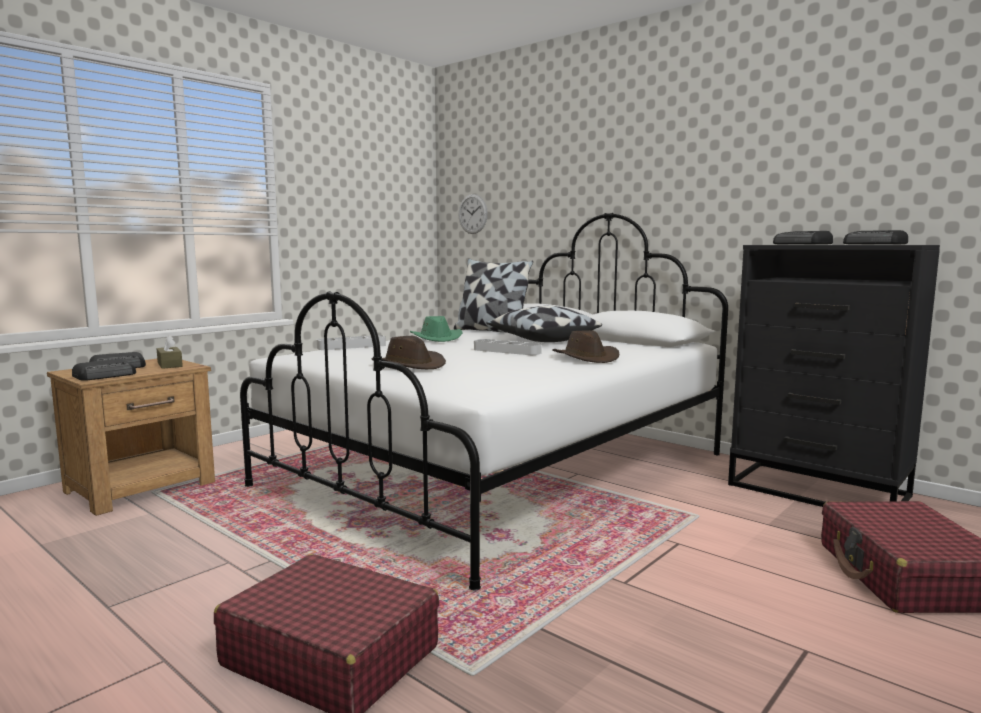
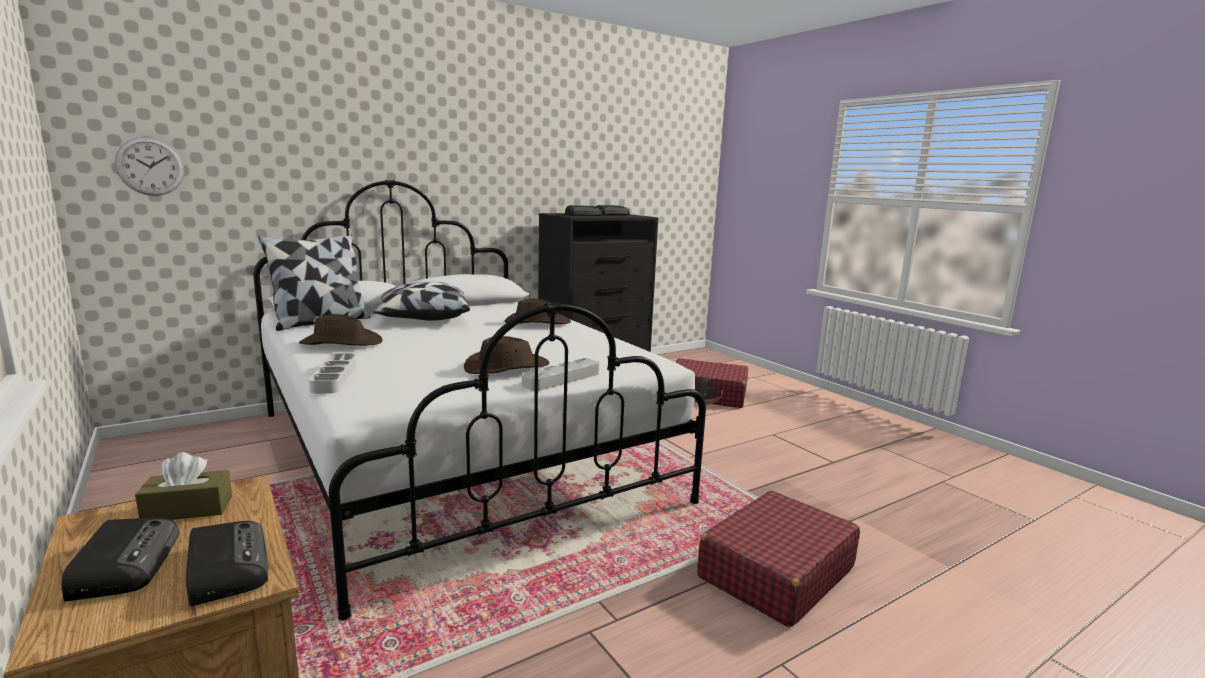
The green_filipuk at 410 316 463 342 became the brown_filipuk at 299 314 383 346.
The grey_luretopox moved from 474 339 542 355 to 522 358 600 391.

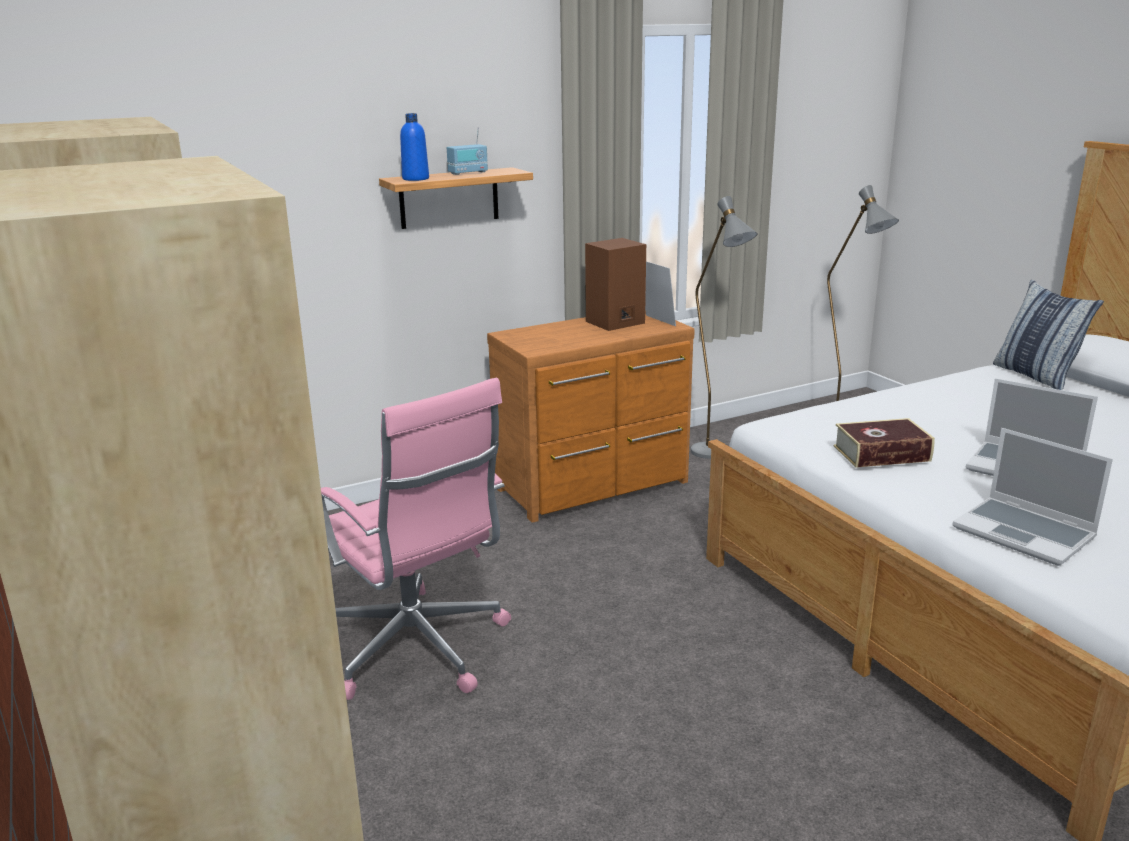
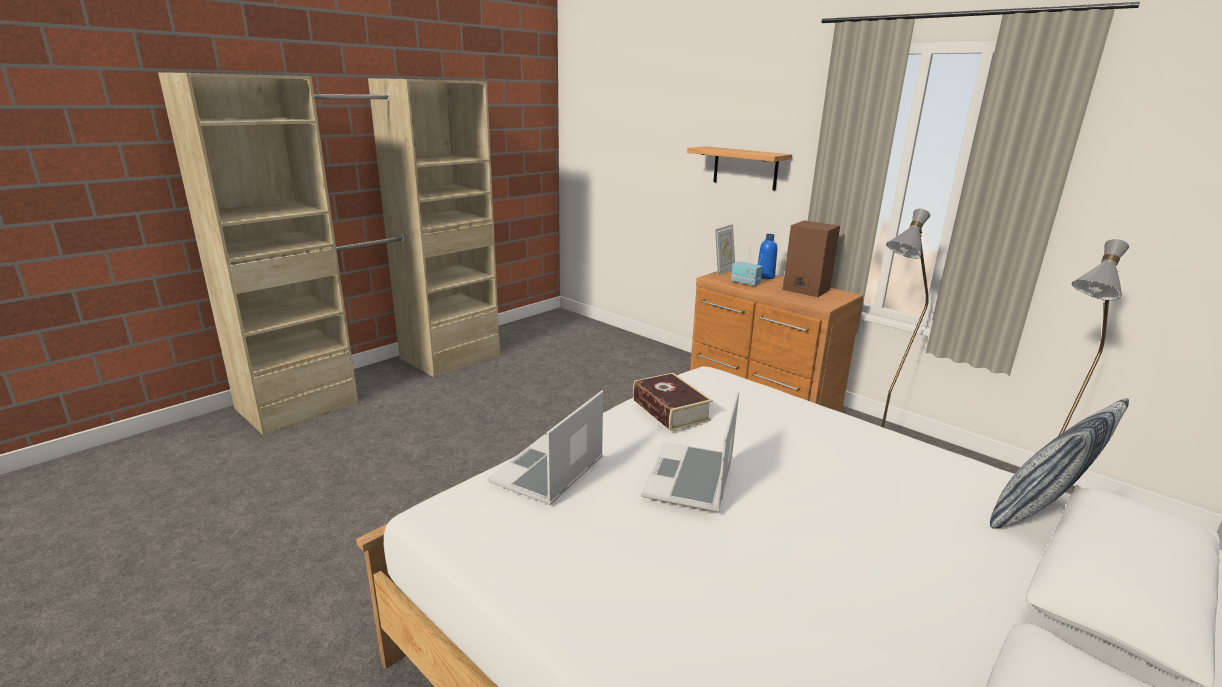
The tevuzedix moved from 645 261 676 326 to 715 224 735 276.
The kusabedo moved from 447 127 488 175 to 731 255 763 286.
The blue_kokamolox moved from 400 113 429 181 to 758 234 777 279.
The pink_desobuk at 321 378 511 700 disappeared.

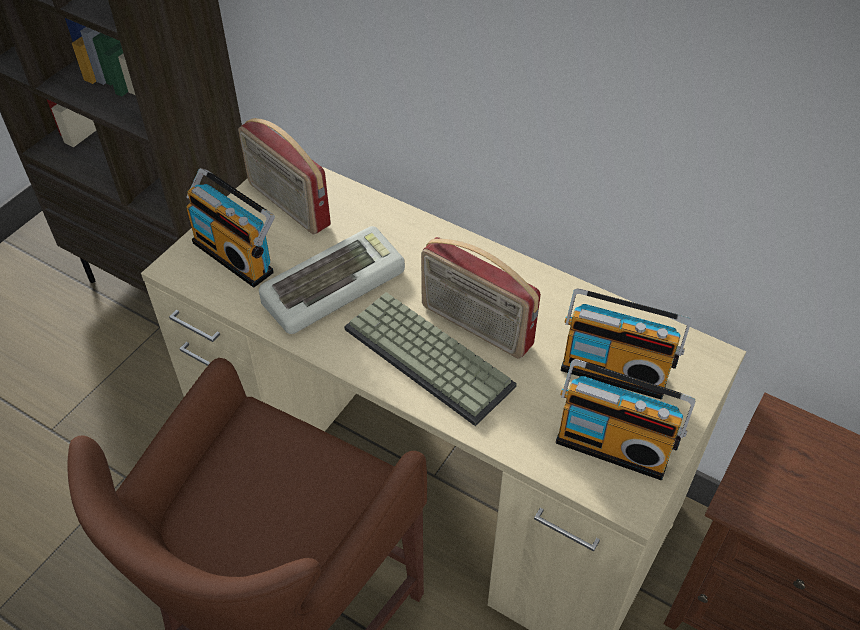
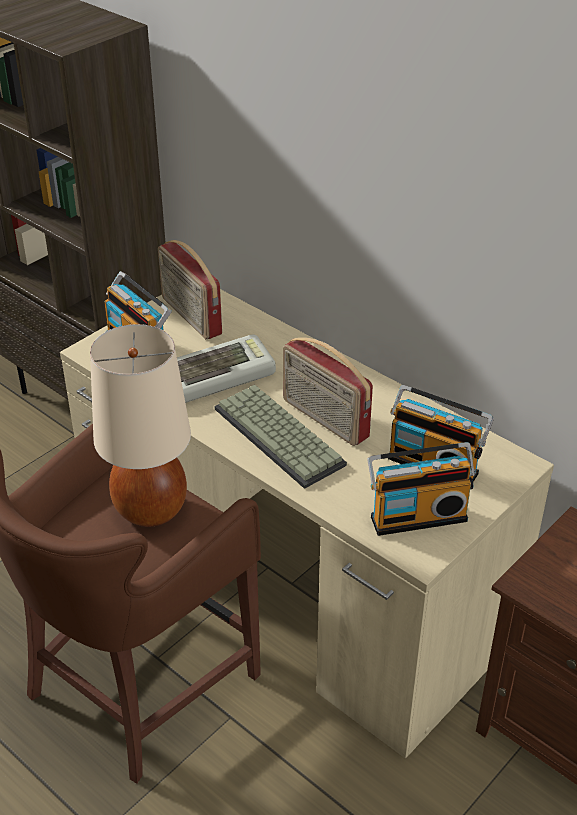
The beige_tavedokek at 90 324 191 527 appeared.
The kusabedo at 556 359 695 480 turned 45 degrees counterclockwise.

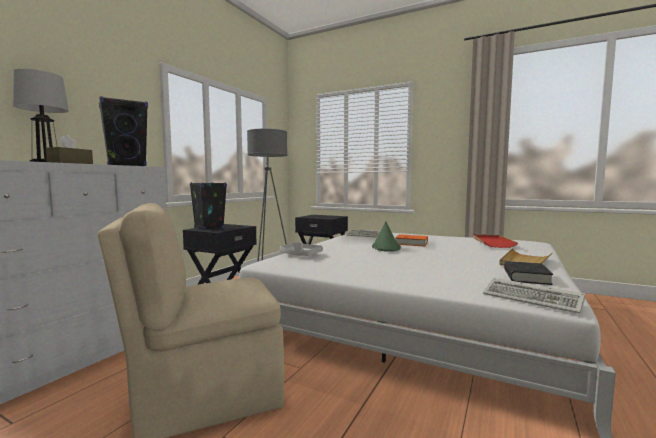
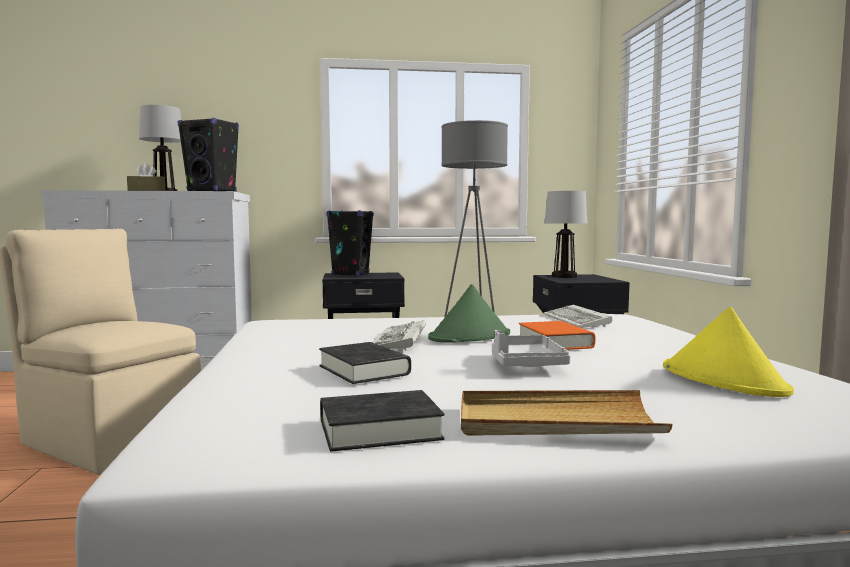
The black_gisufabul at 319 342 411 384 appeared.
The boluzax moved from 483 278 585 314 to 373 320 426 351.
The grey_luretopox moved from 279 242 323 256 to 492 330 571 367.
The tavedokek at 544 191 587 278 appeared.
The red_luretopox at 473 234 518 248 was replaced by the yellow_filipuk at 663 307 794 397.

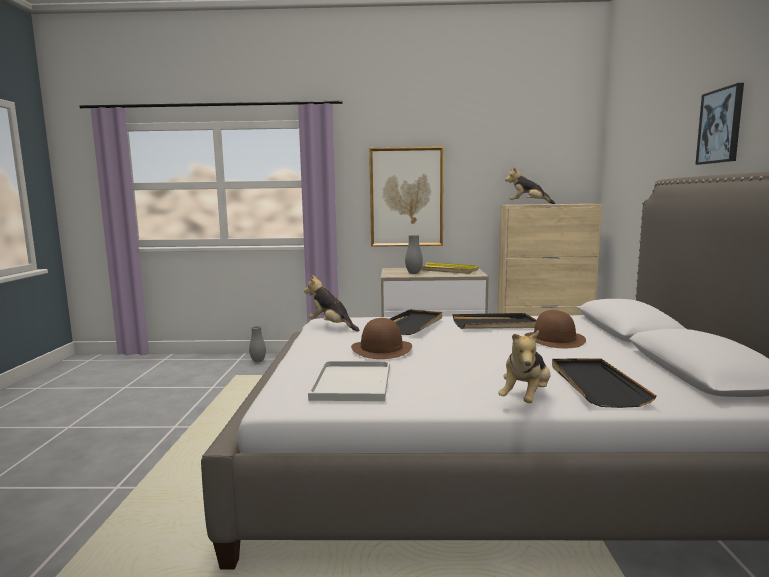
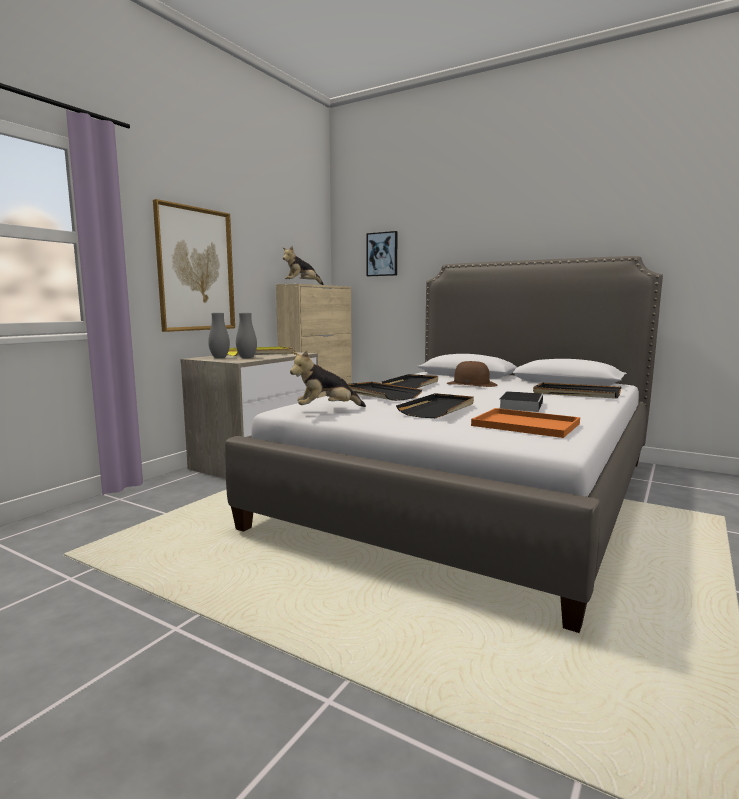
The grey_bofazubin moved from 249 326 266 362 to 208 313 230 358.
The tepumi moved from 695 83 744 165 to 367 231 398 276.
The brown_filipuk at 351 318 412 359 was replaced by the black_luretopox at 396 393 474 418.
The white_luretopox at 308 361 390 401 became the orange_luretopox at 471 408 580 438.
The gisufabul at 499 391 543 412 appeared.
The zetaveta at 498 330 550 403 disappeared.

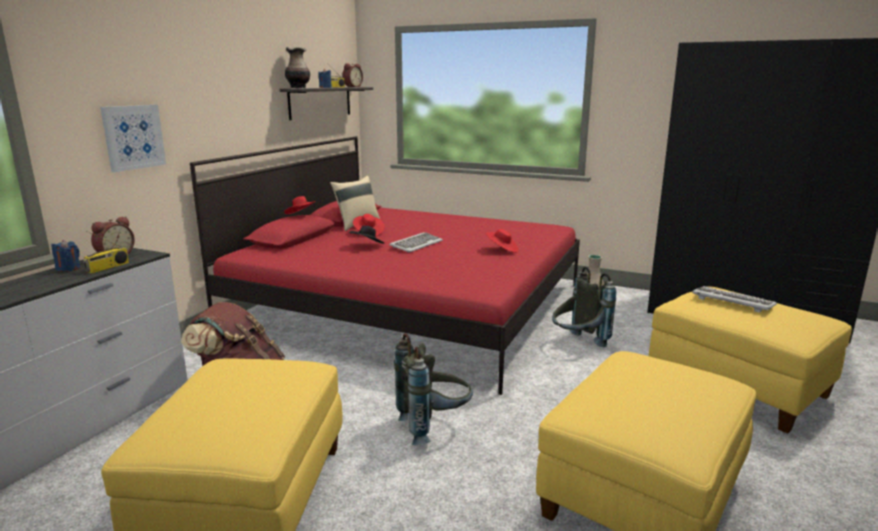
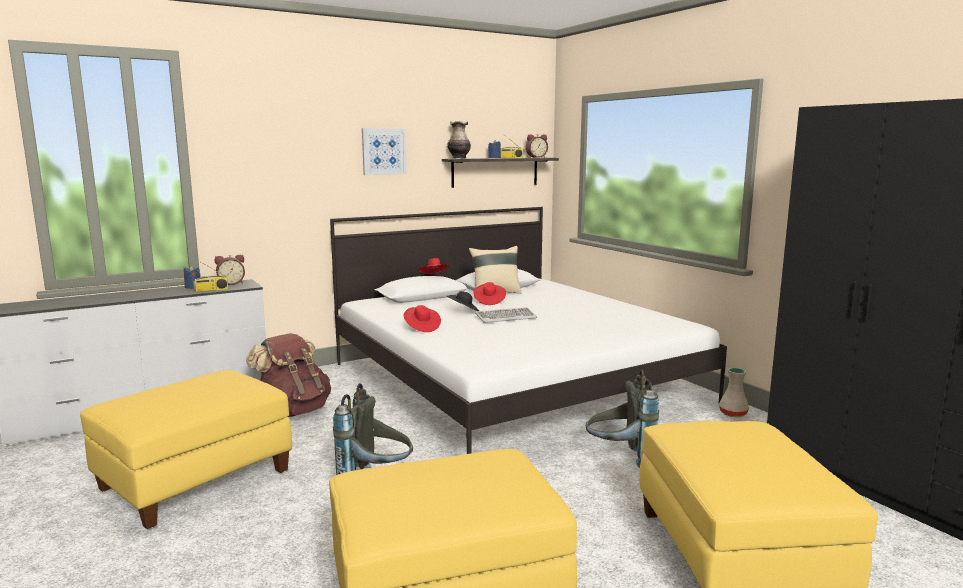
The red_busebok at 190 136 580 395 became the white_busebok at 330 207 727 454.
The tepumi moved from 100 105 166 172 to 362 128 407 175.
The red_filipuk moved from 485 229 519 253 to 404 305 441 332.
The boluzax at 692 286 777 313 disappeared.

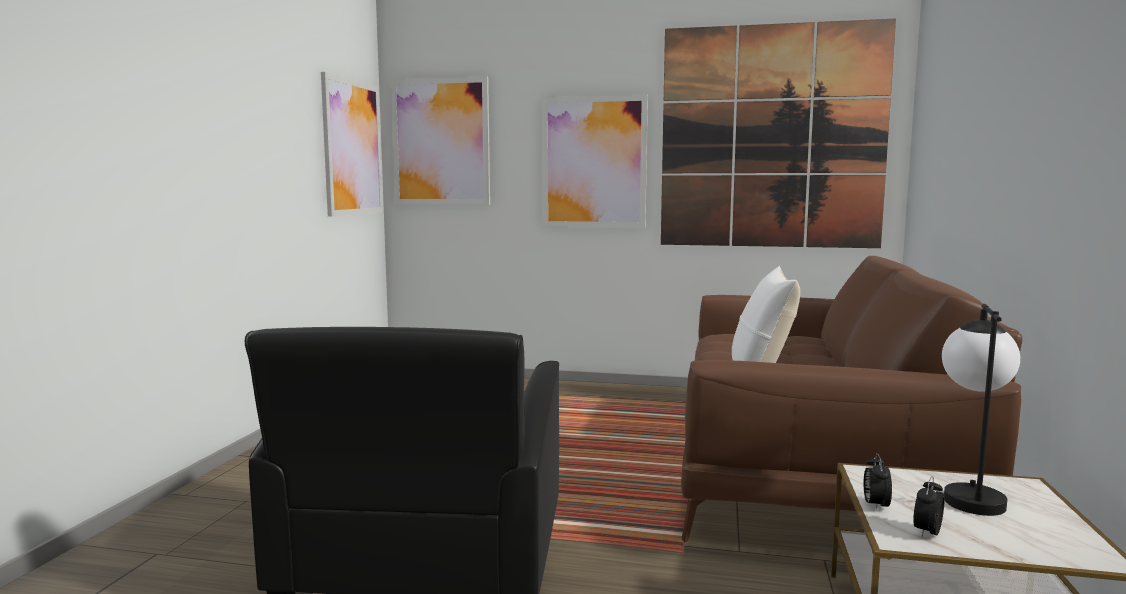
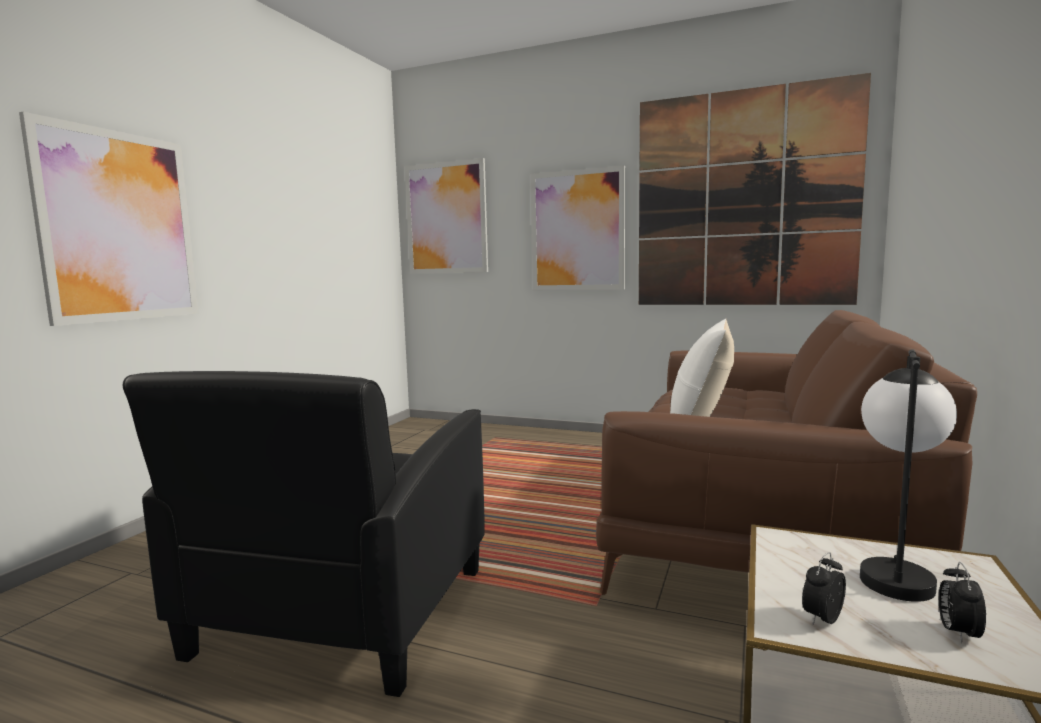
The tepumi moved from 321 72 383 217 to 19 112 199 326.
The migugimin moved from 864 453 892 511 to 939 562 986 644.

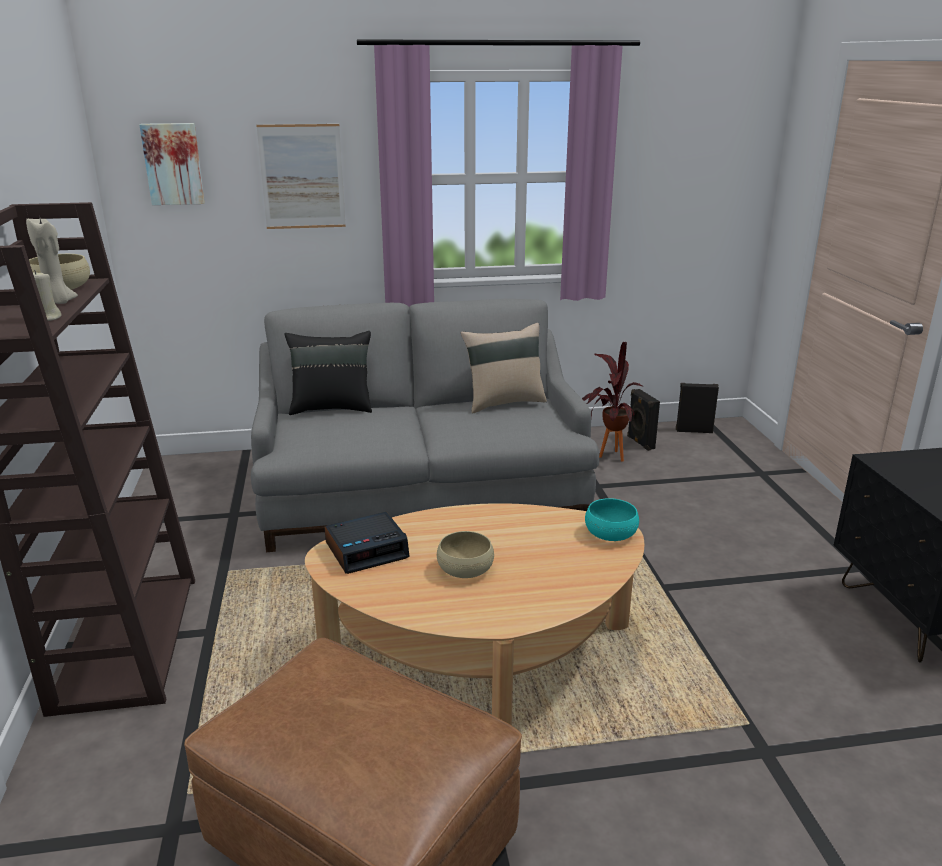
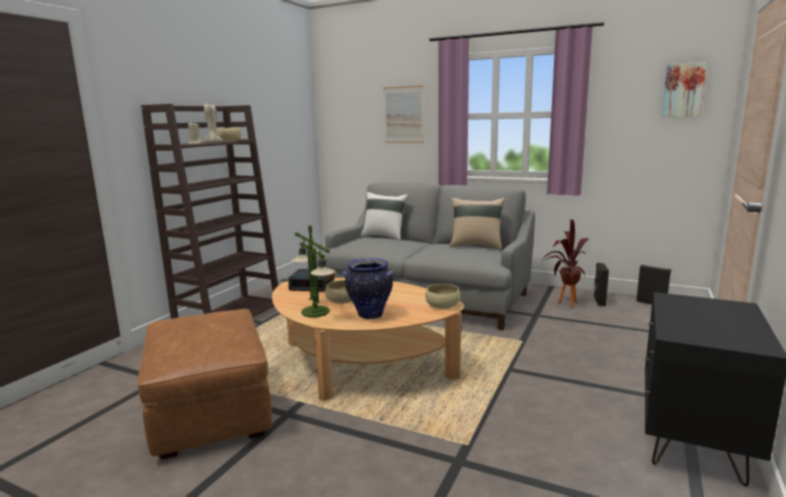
The tavedokek at 292 225 335 318 appeared.
The bofazubin at 342 258 394 319 appeared.
The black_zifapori at 285 331 372 415 became the white_zifapori at 361 192 408 240.
The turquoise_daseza at 585 498 639 541 became the beige_daseza at 425 284 461 309.
The tepumi moved from 139 123 205 205 to 662 62 707 117.

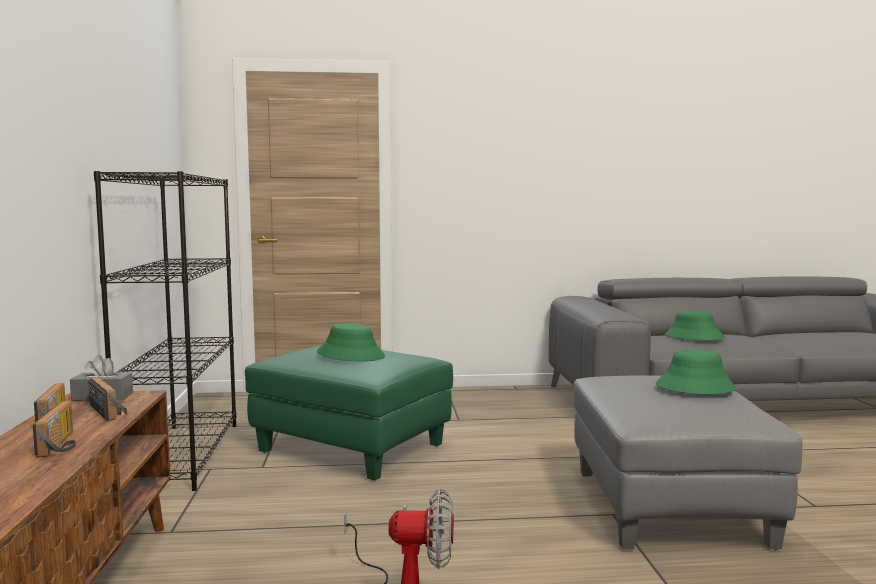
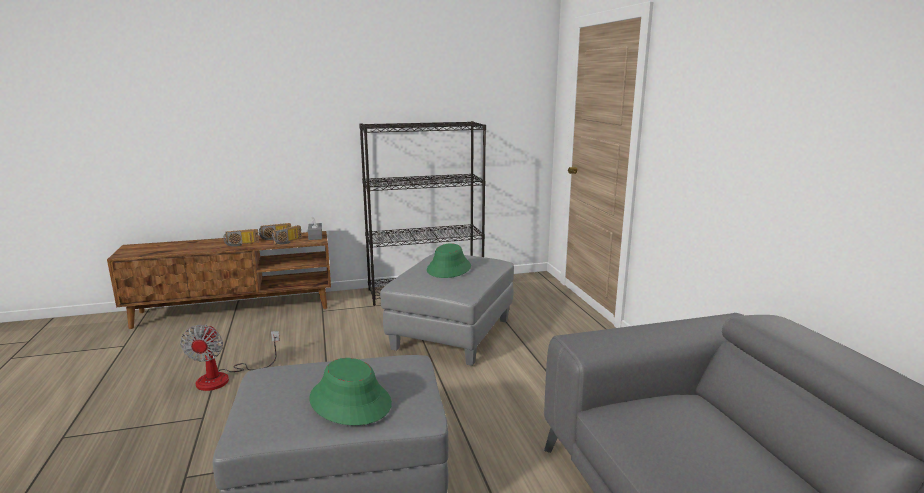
The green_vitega at 245 346 453 481 became the grey_vitega at 380 254 514 366.
The green_filipuk at 665 311 725 340 disappeared.

